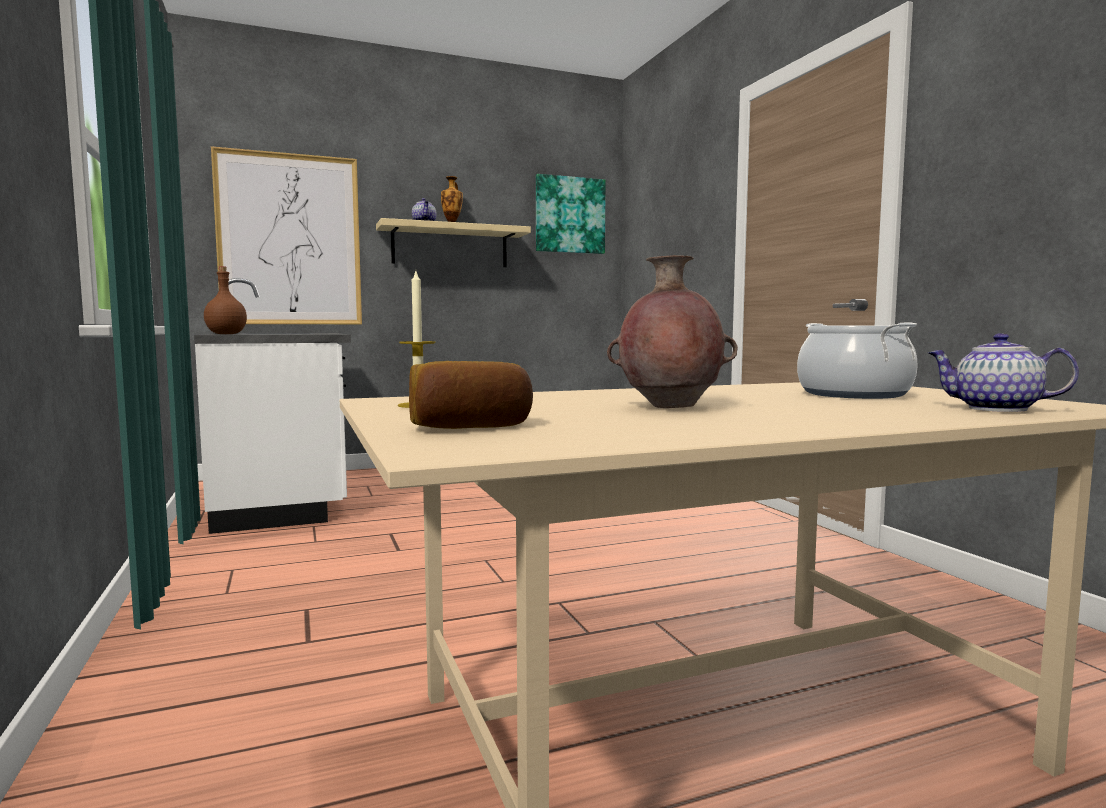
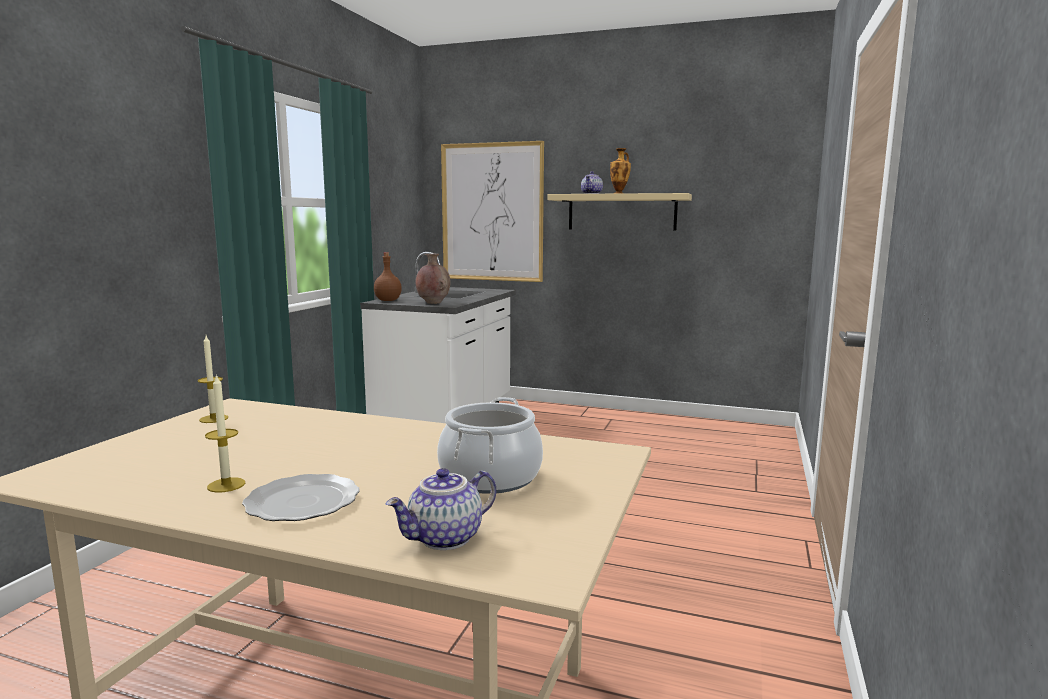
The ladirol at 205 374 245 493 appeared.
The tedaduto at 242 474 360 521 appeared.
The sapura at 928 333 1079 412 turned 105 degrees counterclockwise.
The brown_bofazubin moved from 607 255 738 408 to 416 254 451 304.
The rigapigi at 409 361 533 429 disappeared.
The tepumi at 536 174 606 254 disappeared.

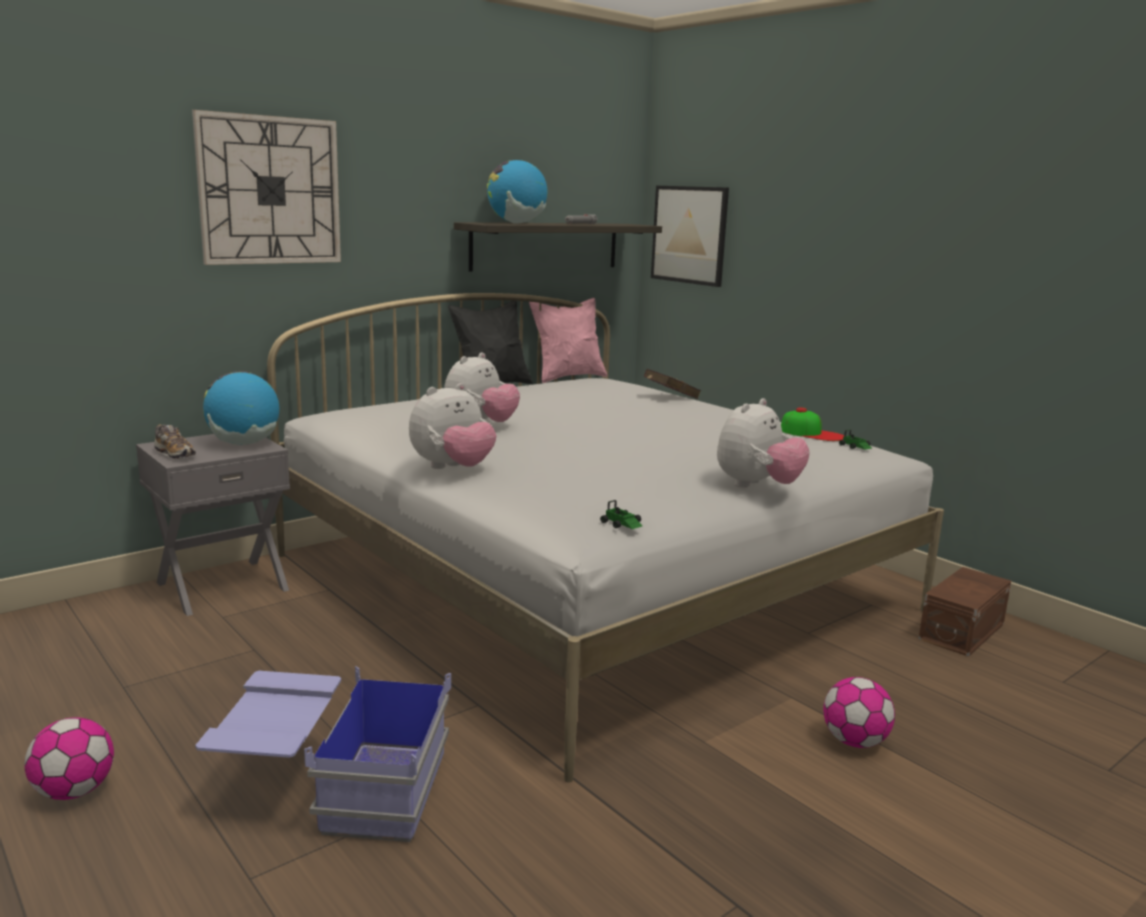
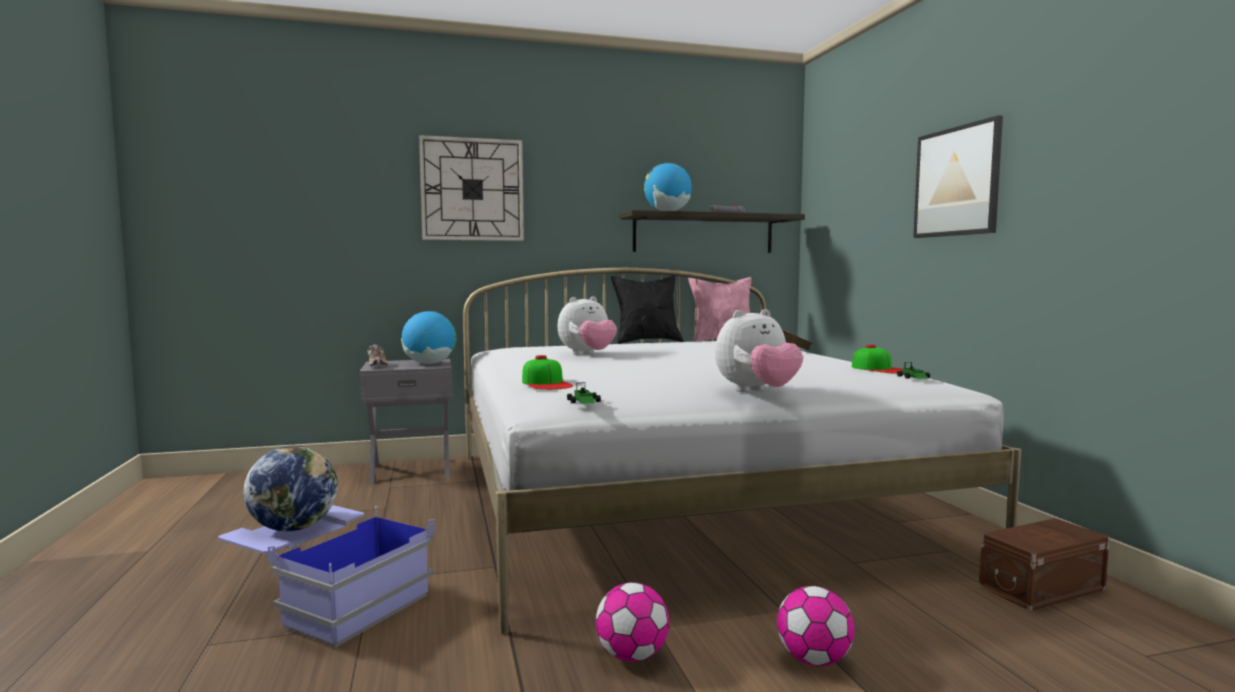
The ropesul at 243 446 338 532 appeared.
The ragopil at 522 355 573 390 appeared.
The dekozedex moved from 24 718 114 800 to 596 582 669 662.
The tepumi moved from 651 186 729 287 to 913 115 1003 238.
The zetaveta at 409 383 496 469 disappeared.

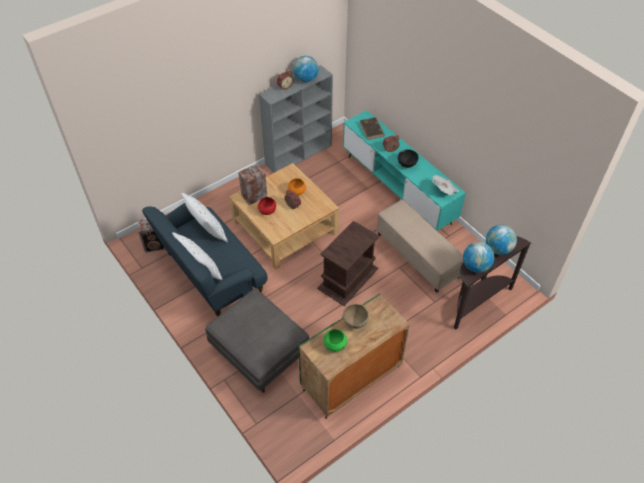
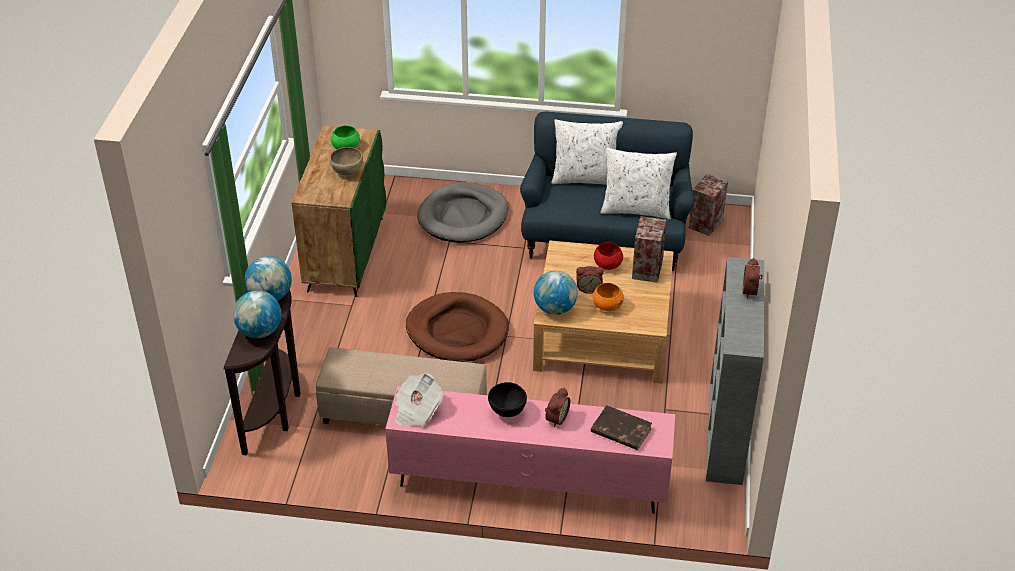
The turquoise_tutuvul at 343 110 466 231 became the pink_tutuvul at 385 386 675 514.
The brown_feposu at 317 221 380 306 was replaced by the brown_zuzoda at 406 292 509 362.
The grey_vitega at 205 289 309 393 was replaced by the grey_zuzoda at 417 182 508 242.
The ropesul moved from 293 56 319 82 to 534 271 578 315.

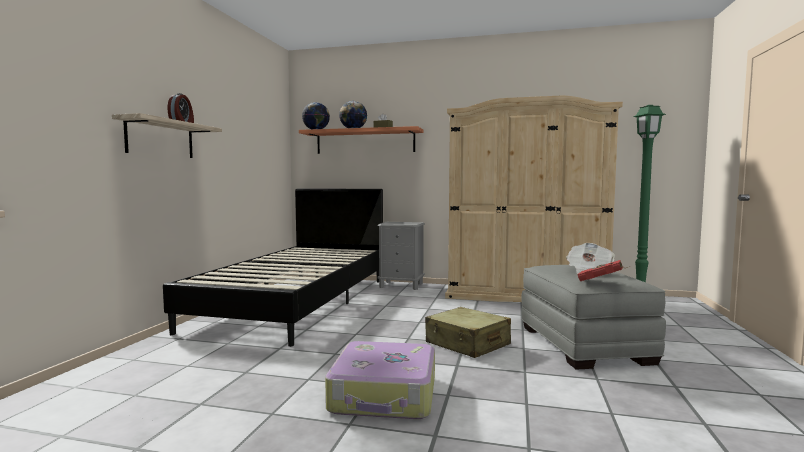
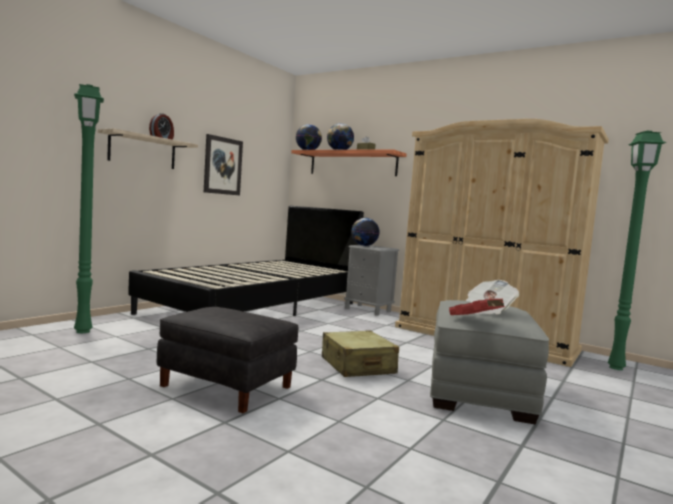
The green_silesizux at 74 84 104 333 appeared.
The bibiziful at 325 341 435 419 was replaced by the black_vitega at 157 307 299 413.
The tepumi at 204 134 243 195 appeared.
The ropesul at 351 218 379 246 appeared.

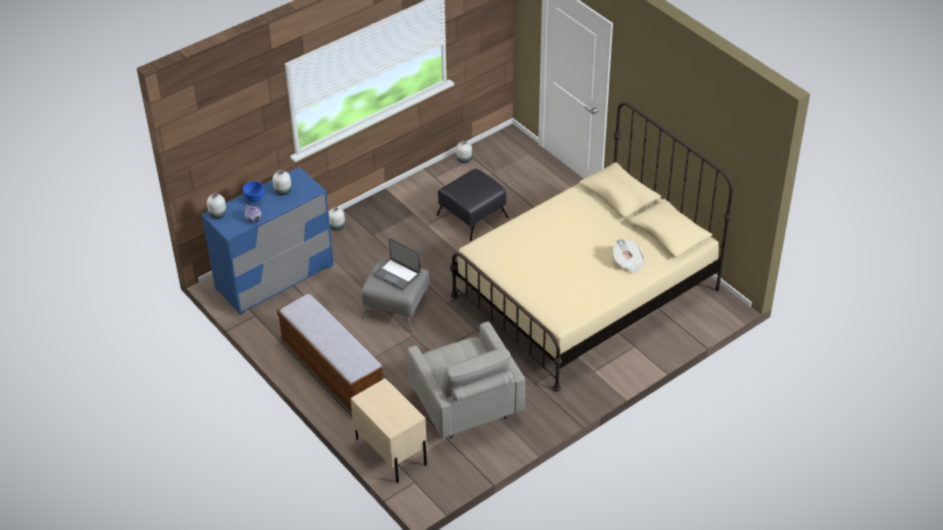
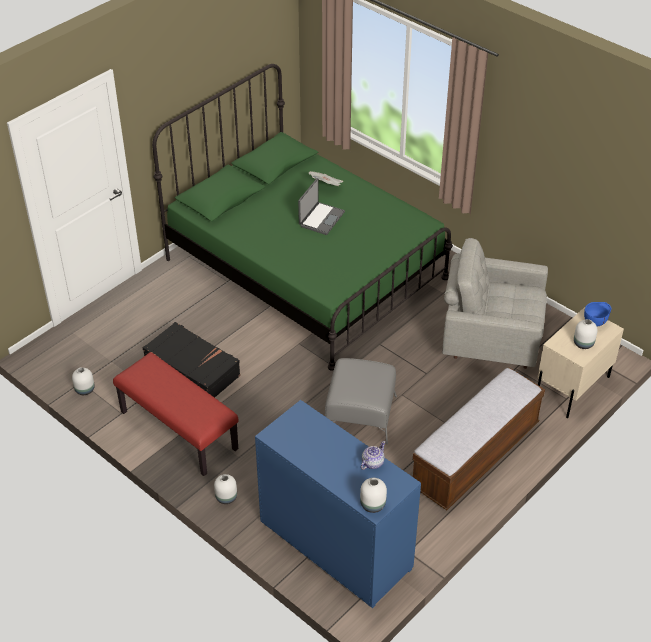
The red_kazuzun at 113 352 239 476 appeared.
The black_vitega at 437 169 508 241 was replaced by the black_bibiziful at 143 322 241 398.
The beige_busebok at 450 102 733 392 became the green_busebok at 152 64 453 371.
The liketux moved from 373 238 421 290 to 298 178 345 235.
The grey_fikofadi at 407 322 525 439 turned 135 degrees counterclockwise.
The white_bofazubin moved from 273 170 291 195 to 574 319 598 349.
The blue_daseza moved from 243 181 264 202 to 584 302 611 326.

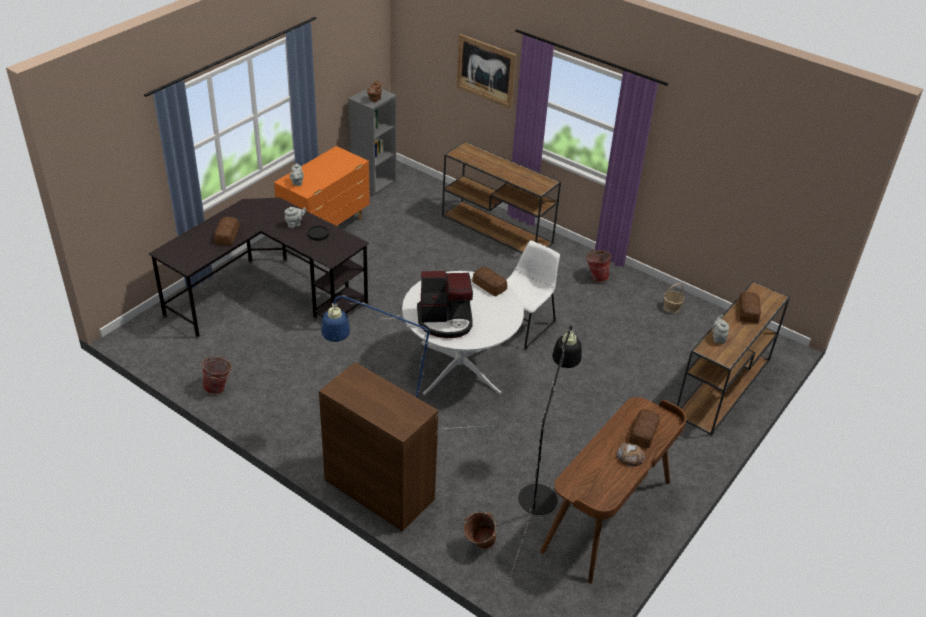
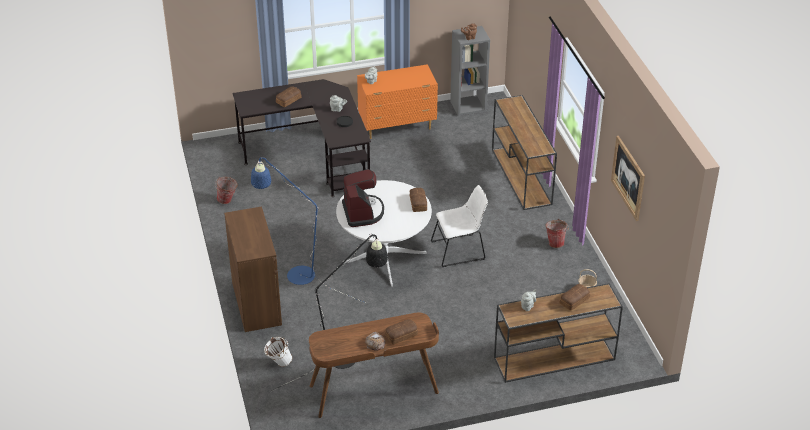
The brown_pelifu at 464 511 498 549 became the white_pelifu at 264 337 293 367.
The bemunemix at 417 271 473 338 turned 135 degrees counterclockwise.
The tepumi moved from 457 34 517 109 to 611 136 645 221.

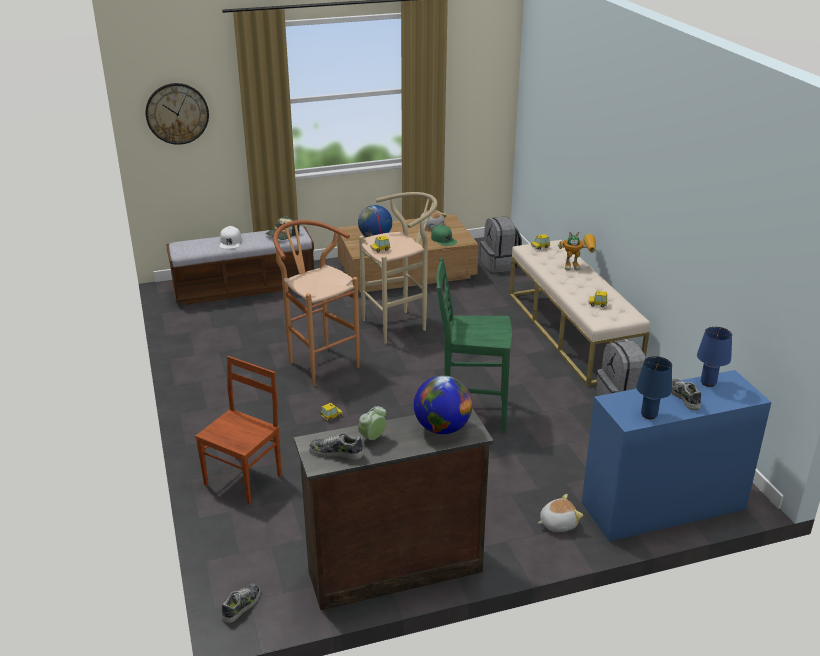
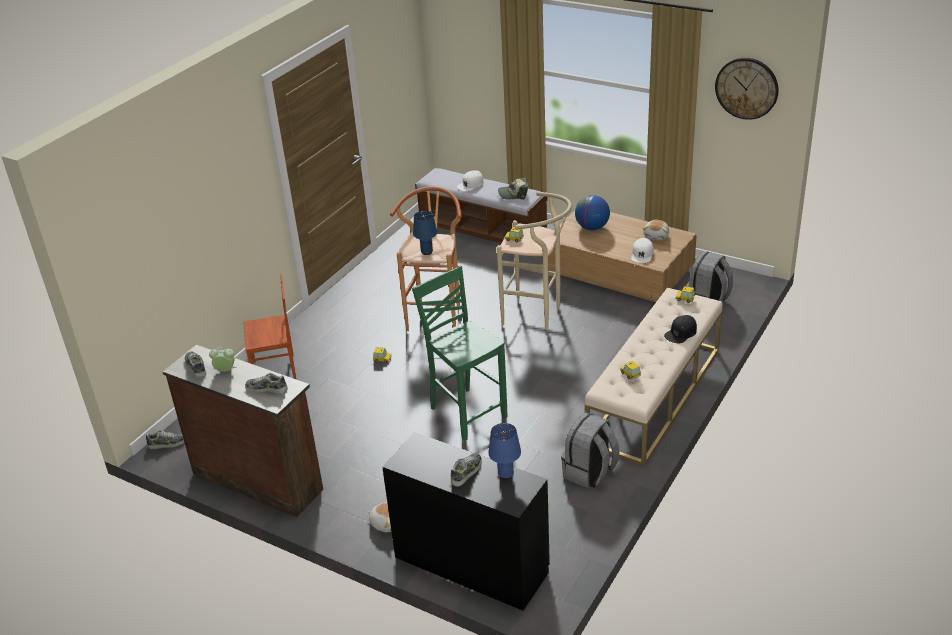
The ropesul at 414 375 472 434 was replaced by the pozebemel at 245 373 288 394.
The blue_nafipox at 582 370 772 541 became the black_nafipox at 382 432 550 611.
The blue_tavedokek moved from 636 356 672 419 to 413 211 437 255.
The green_ragopil at 431 225 457 246 became the white_ragopil at 631 238 654 263.
The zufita at 558 231 596 271 was replaced by the black_ragopil at 664 315 697 343.
The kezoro moved from 146 83 209 145 to 715 58 779 120.

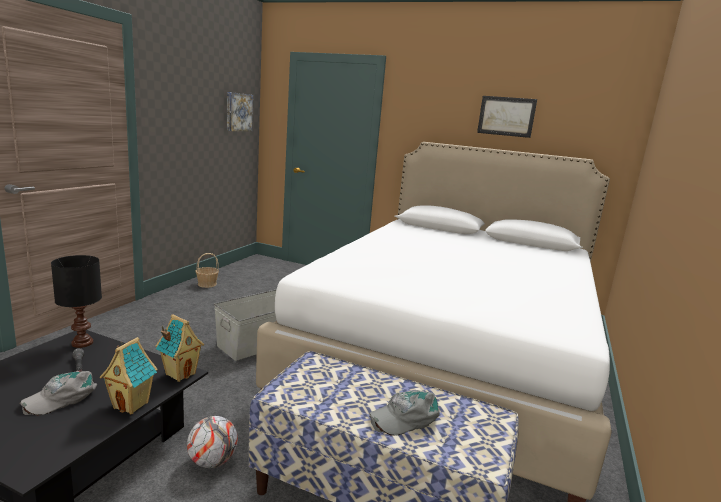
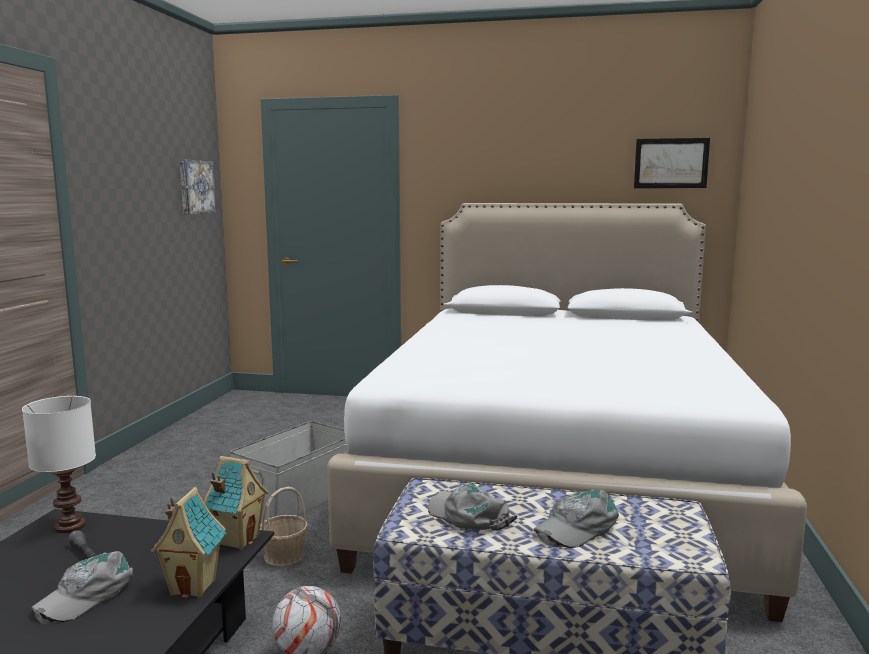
The black_tavedokek at 51 255 102 348 became the white_tavedokek at 22 396 96 533.
The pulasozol moved from 195 253 219 288 to 260 487 308 566.
The grey_ragopil at 428 483 517 530 appeared.
The tepumi moved from 477 96 537 138 to 634 138 710 188.

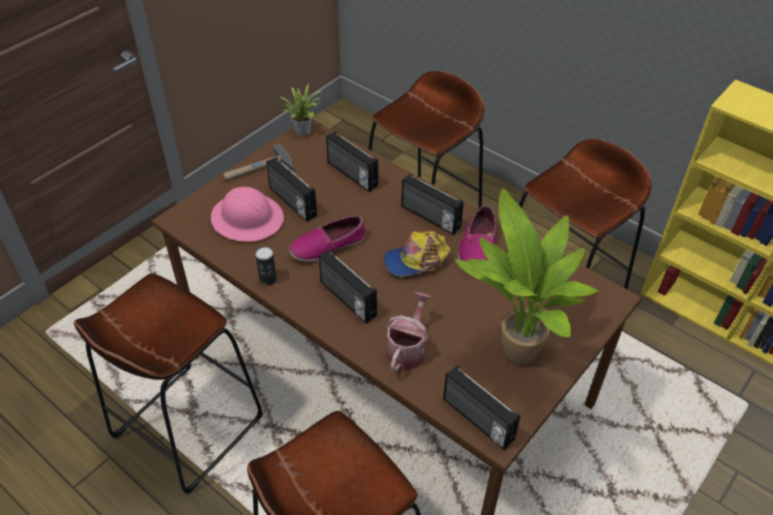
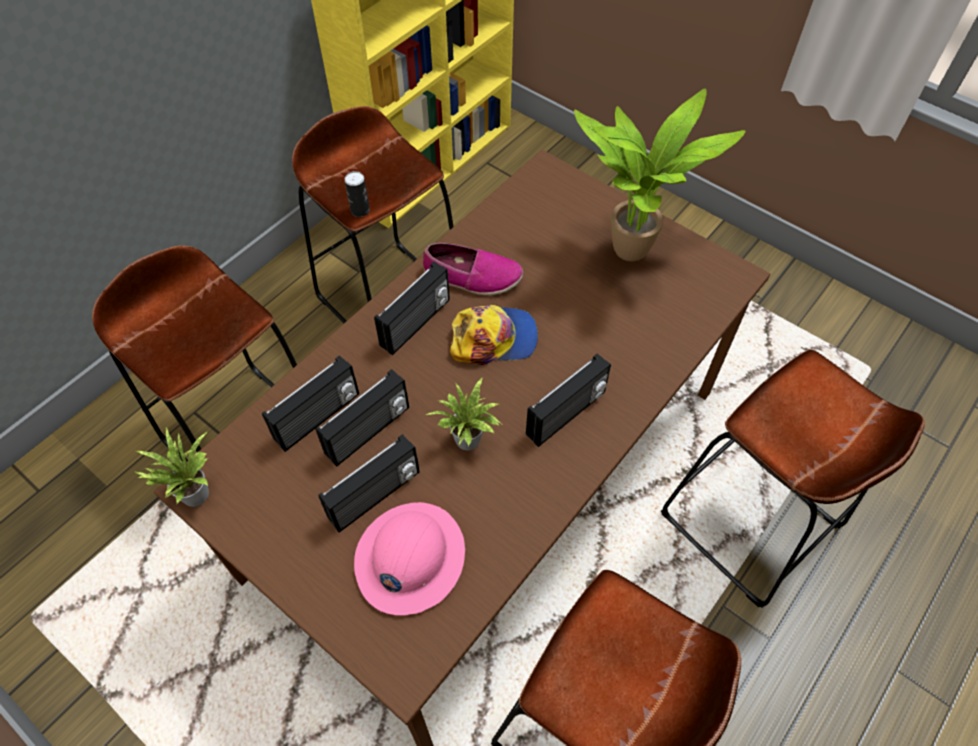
The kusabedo moved from 443 365 520 450 to 316 369 409 467.
The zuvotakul moved from 255 247 277 286 to 344 171 370 217.
The pozebemel at 289 216 365 262 was replaced by the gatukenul at 426 377 501 450.
The ragopil at 384 231 451 277 turned 75 degrees counterclockwise.
The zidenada at 223 144 294 180 disappeared.
The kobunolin at 386 292 431 372 disappeared.

